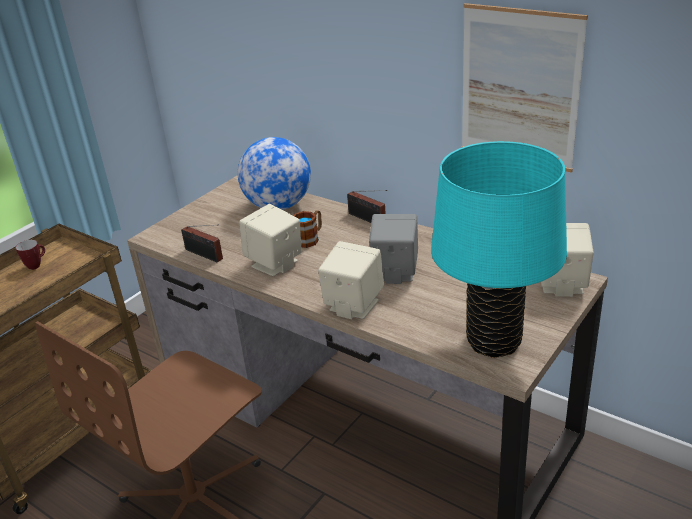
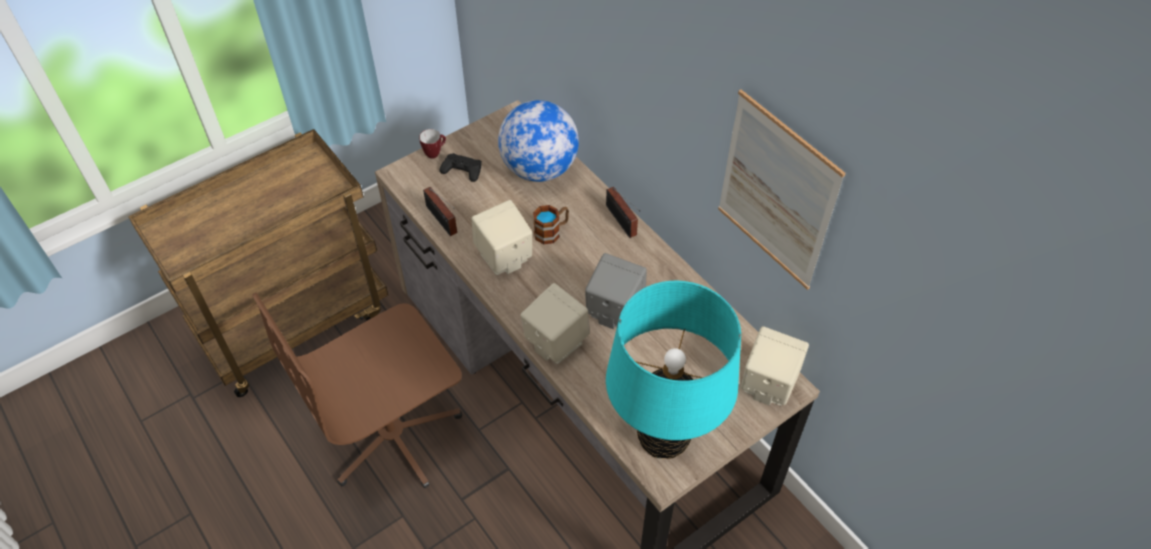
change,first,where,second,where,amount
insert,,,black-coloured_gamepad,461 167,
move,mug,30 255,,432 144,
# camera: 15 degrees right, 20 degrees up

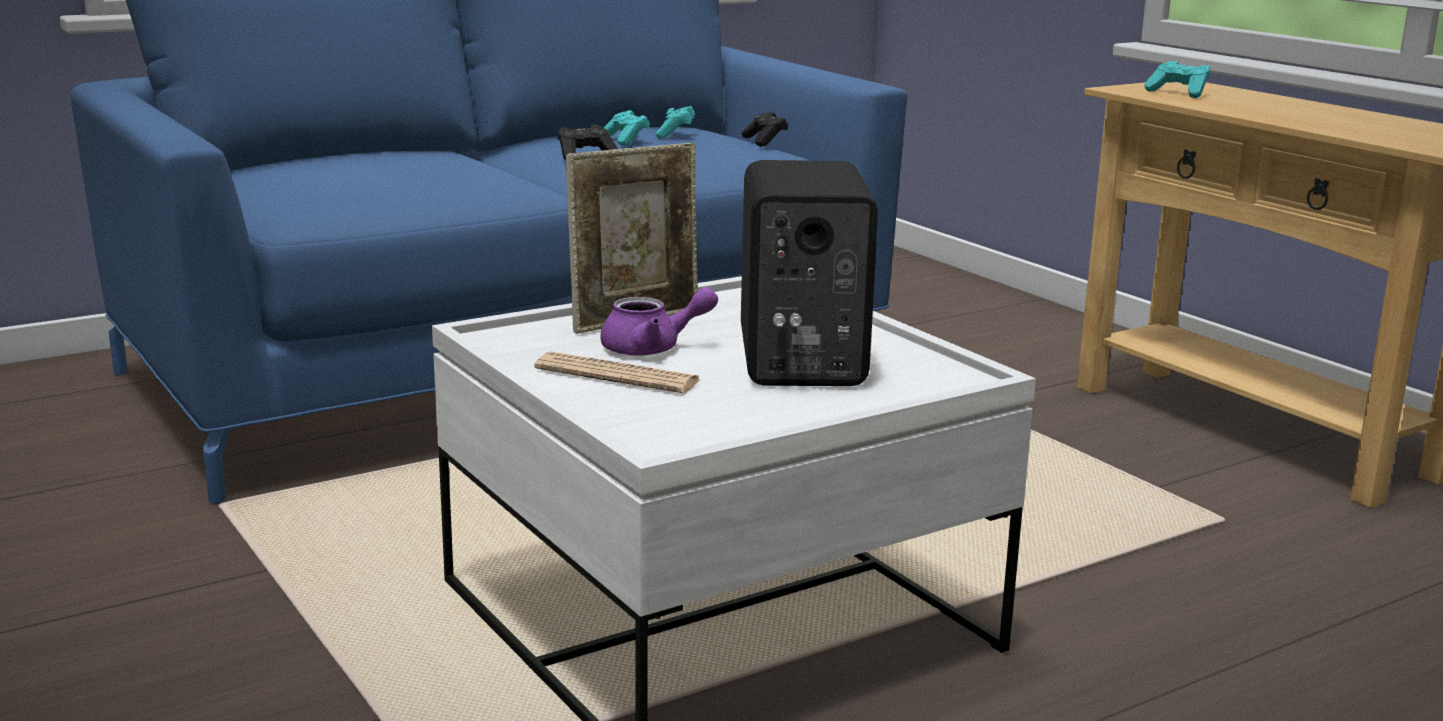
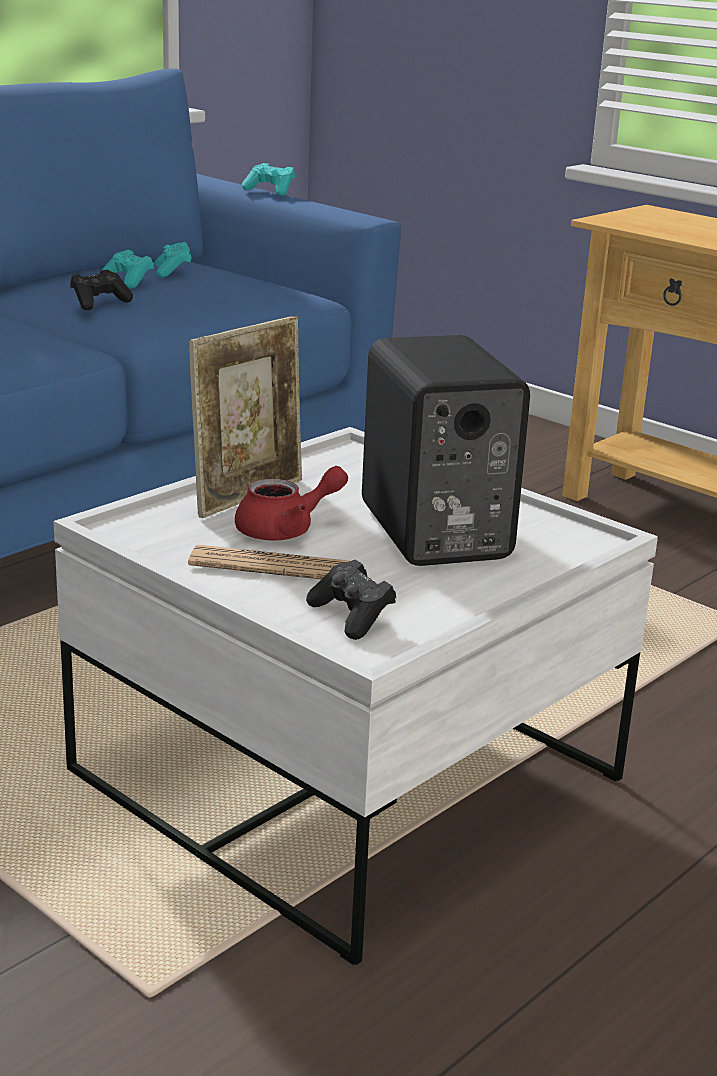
change,first,where,second,where,amount
move,black-coloured_gamepad,765 129,,351 600,
move,blue-green_gamepad,1177 79,,268 179,
recolor,purplish_tea_pot,659 321,reddish_tea_pot,291 503,
# camera: 15 degrees left, 5 degrees up

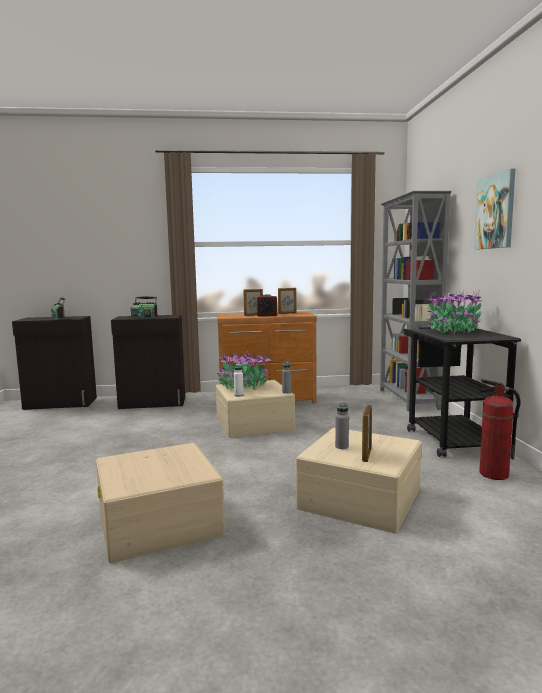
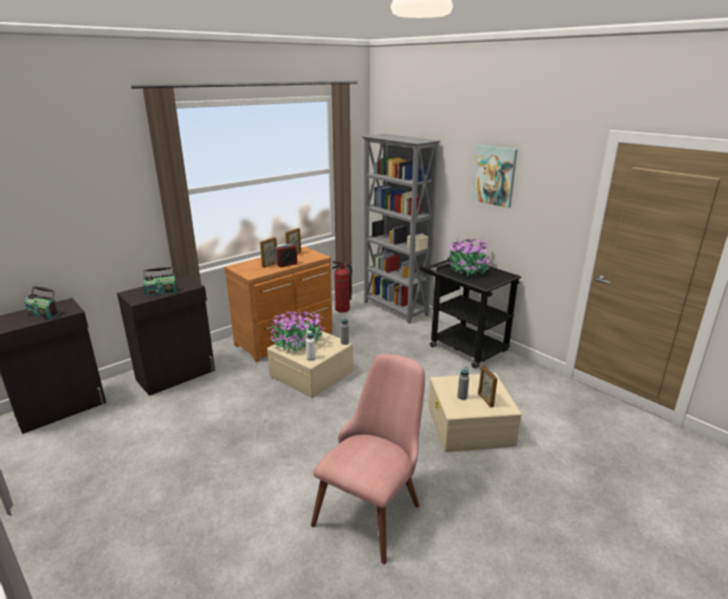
change,first,where,second,where,amount
move,extinguisher,499 429,,342 287,
replace,beige-coloured_storage_box,160 503,pinkish_chair,368 459,
# camera: 35 degrees left, 15 degrees up

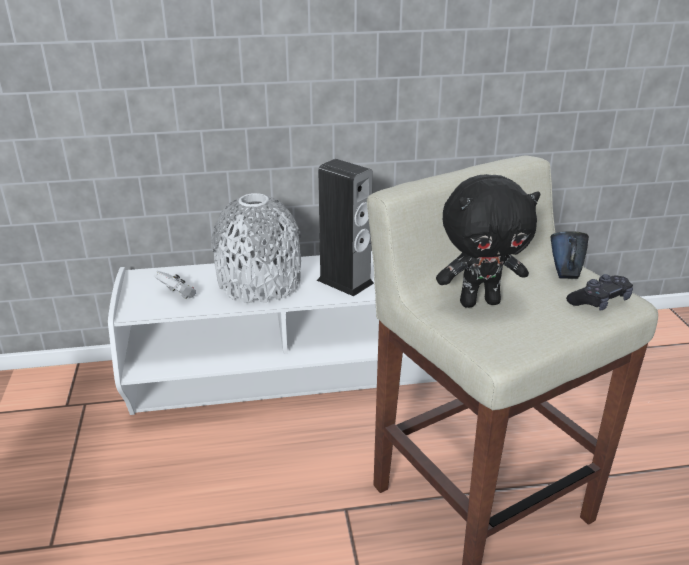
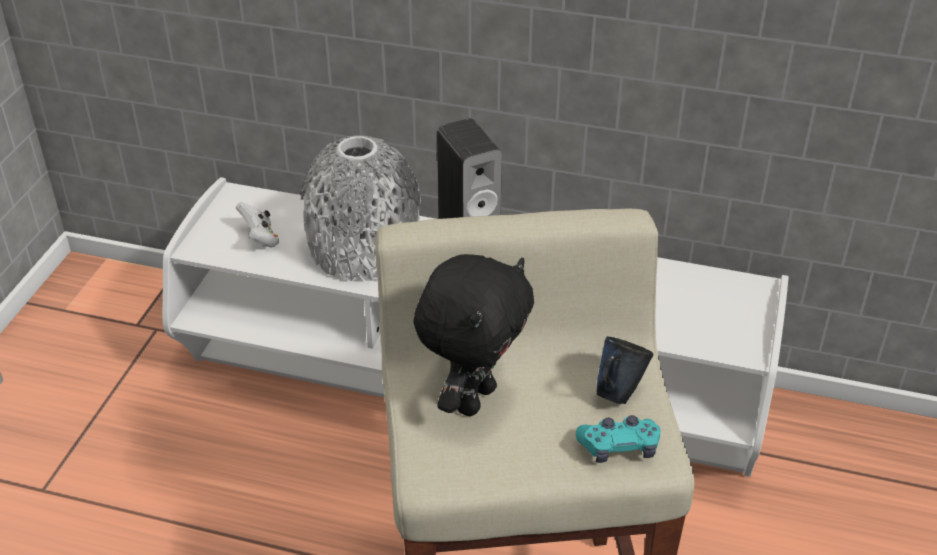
change,first,where,second,where,amount
recolor,black-coloured_gamepad,599 292,blue-green_gamepad,618 439,
rotate,black-coloured_cuddly_toy,488 241,,473 335,75 degrees counterclockwise
# camera: 25 degrees right, 10 degrees up

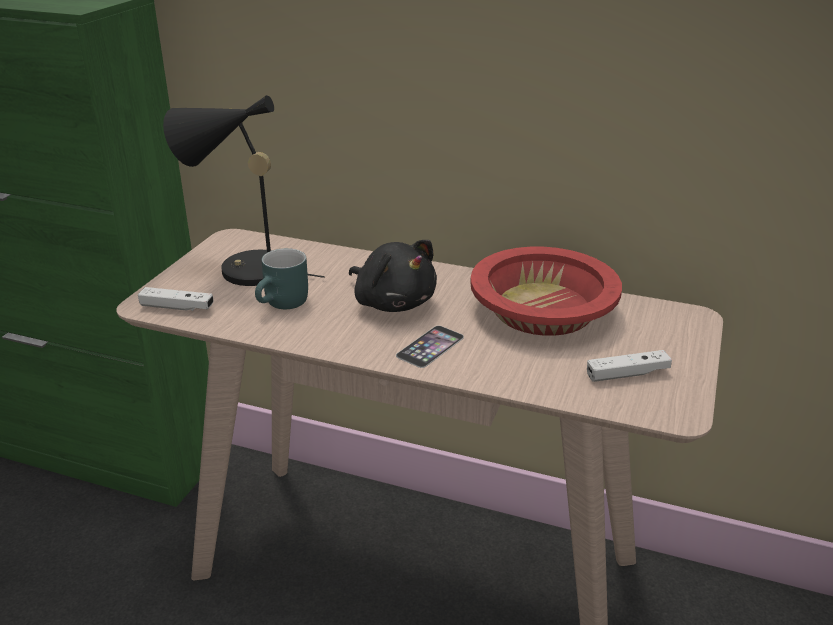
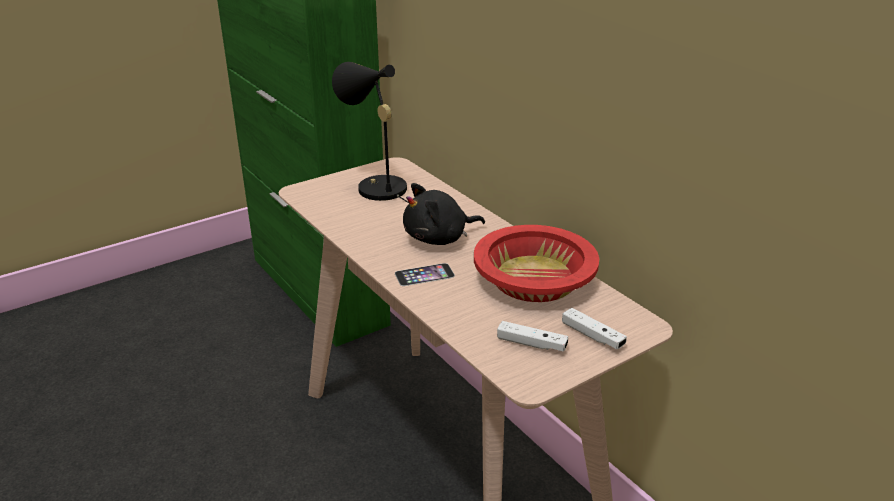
change,first,where,second,where,amount
delete,blue-green_mug,281 278,,,
move,whitish_gamepad,176 299,,594 328,
rotate,black-coloured_cuddly_toy,393 276,,444 214,75 degrees clockwise
# camera: 35 degrees right, 0 degrees up

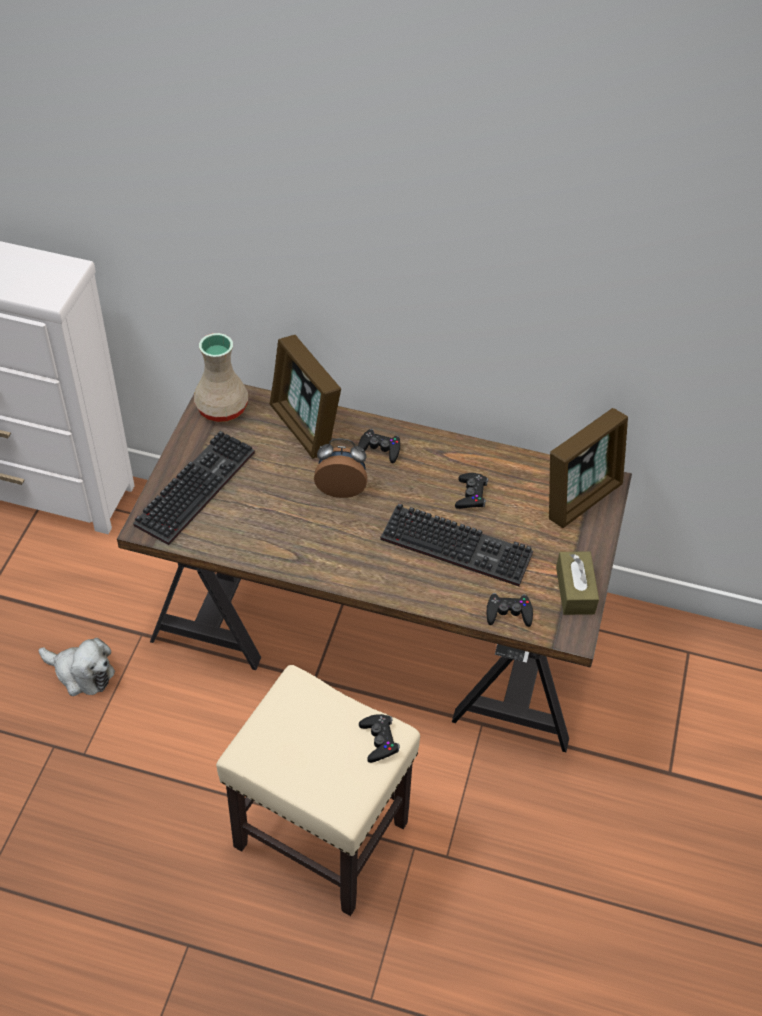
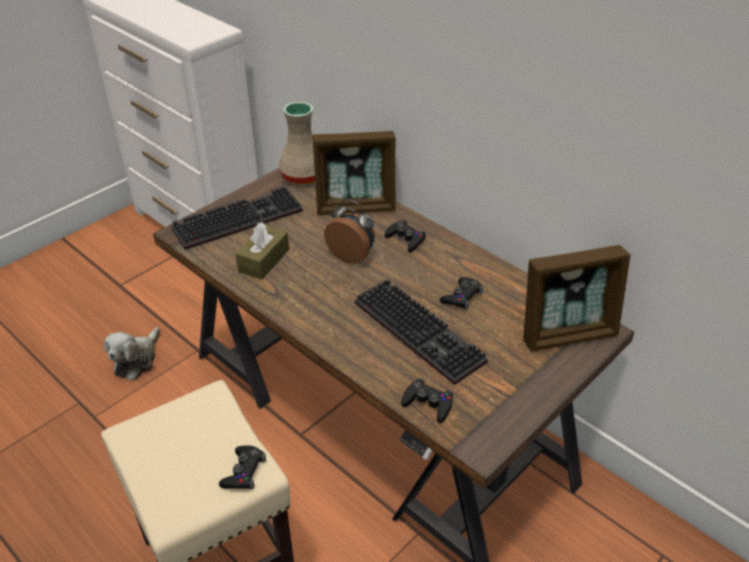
change,first,where,second,where,amount
move,brownish_tissue_box,577 583,,262 251,
rotate,cuddly_toy,77 667,,132 354,60 degrees clockwise
rotate,standing_frame,305 397,,354 173,90 degrees counterclockwise
# camera: 30 degrees right, 10 degrees down

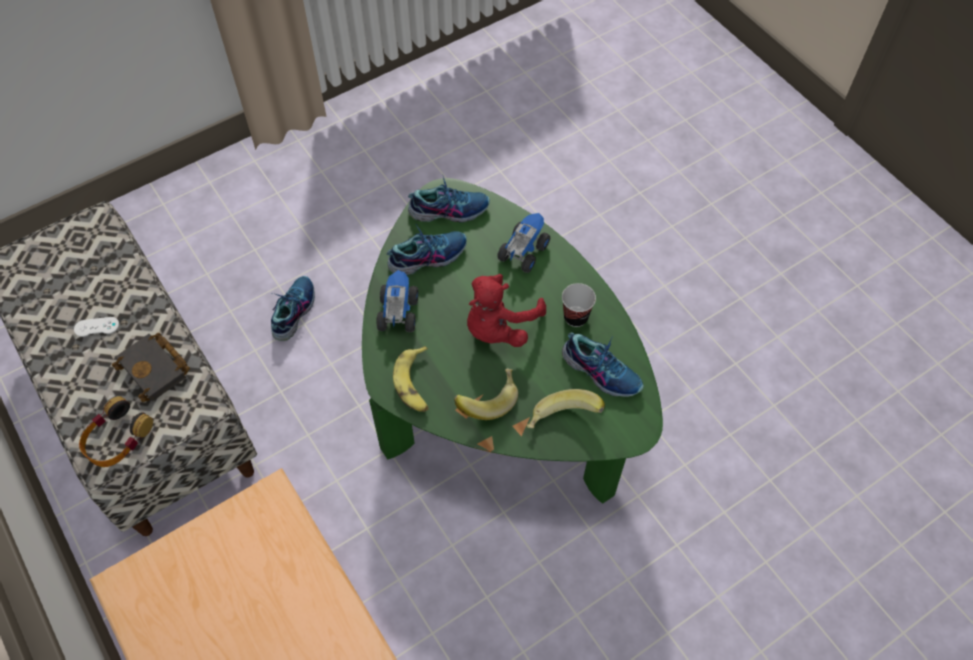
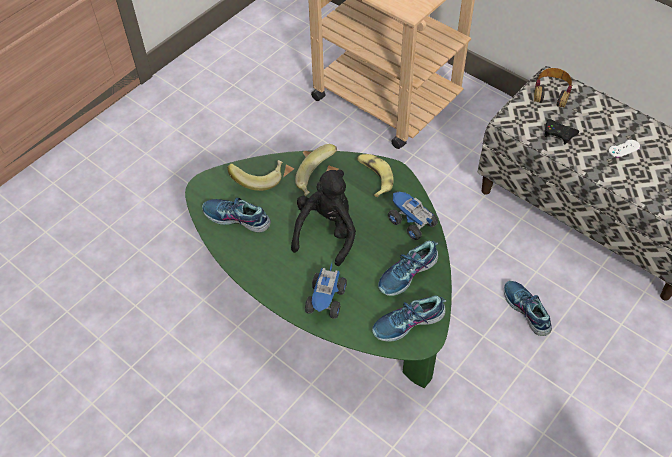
change,first,where,second,where,amount
delete,drinking_cup,579 305,,,
replace,black-coloured_volume,151 367,black-coloured_gamepad,562 131,
recolor,reddish_cuddly_toy,506 310,black-coloured_cuddly_toy,323 218,
rotate,shoe,293 308,,528 308,150 degrees clockwise
rotate,model_truck,397 301,,413 216,150 degrees clockwise
# camera: 165 degrees right, 5 degrees down

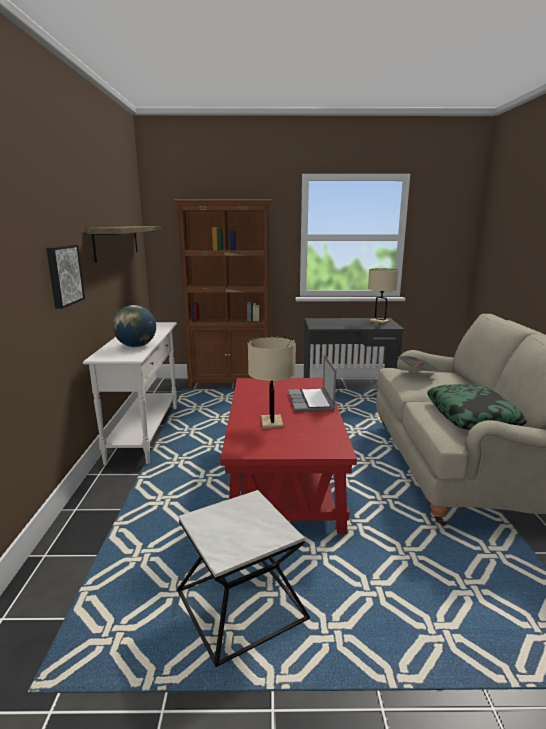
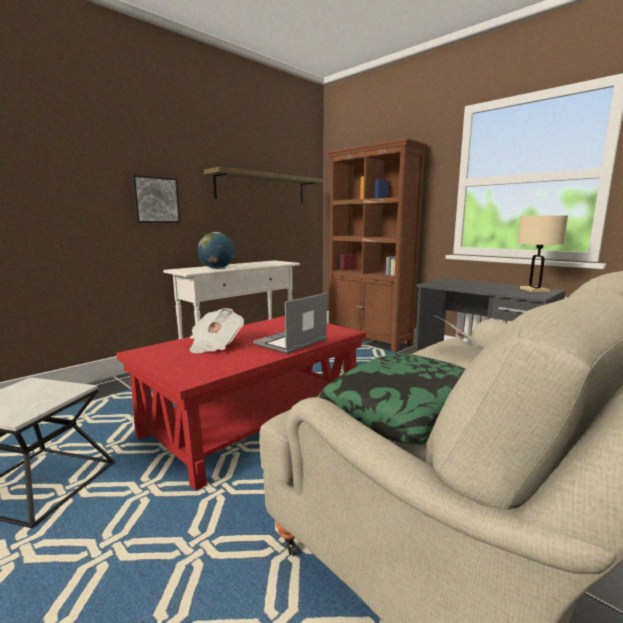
change,first,where,second,where,amount
replace,beige-coloured_lamp_for_a_table,272 383,newspaper,216 330,
# camera: 45 degrees right, 5 degrees down

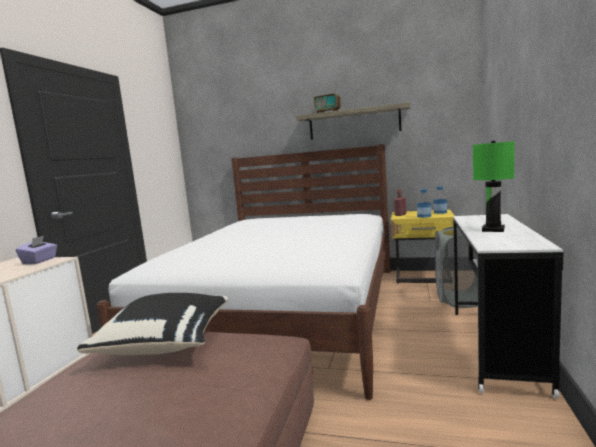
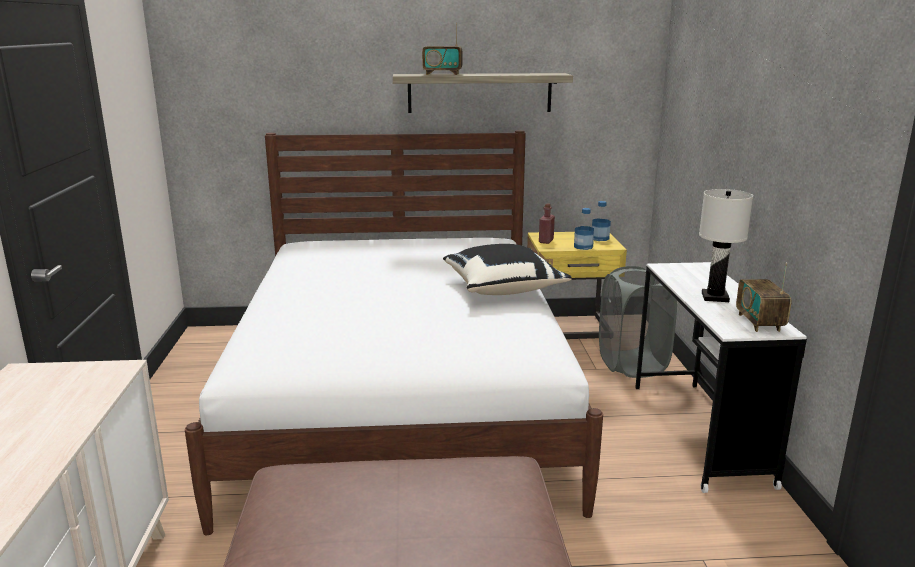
change,first,where,second,where,amount
delete,purplish_tissue_box,36 250,,,
insert,,,radio_set,763 297,
move,black-coloured_throw_pillow,152 324,,507 269,
recolor,green-coloured_lamp_for_a_table,494 186,whitish_lamp_for_a_table,726 245,
# camera: 20 degrees left, 10 degrees up

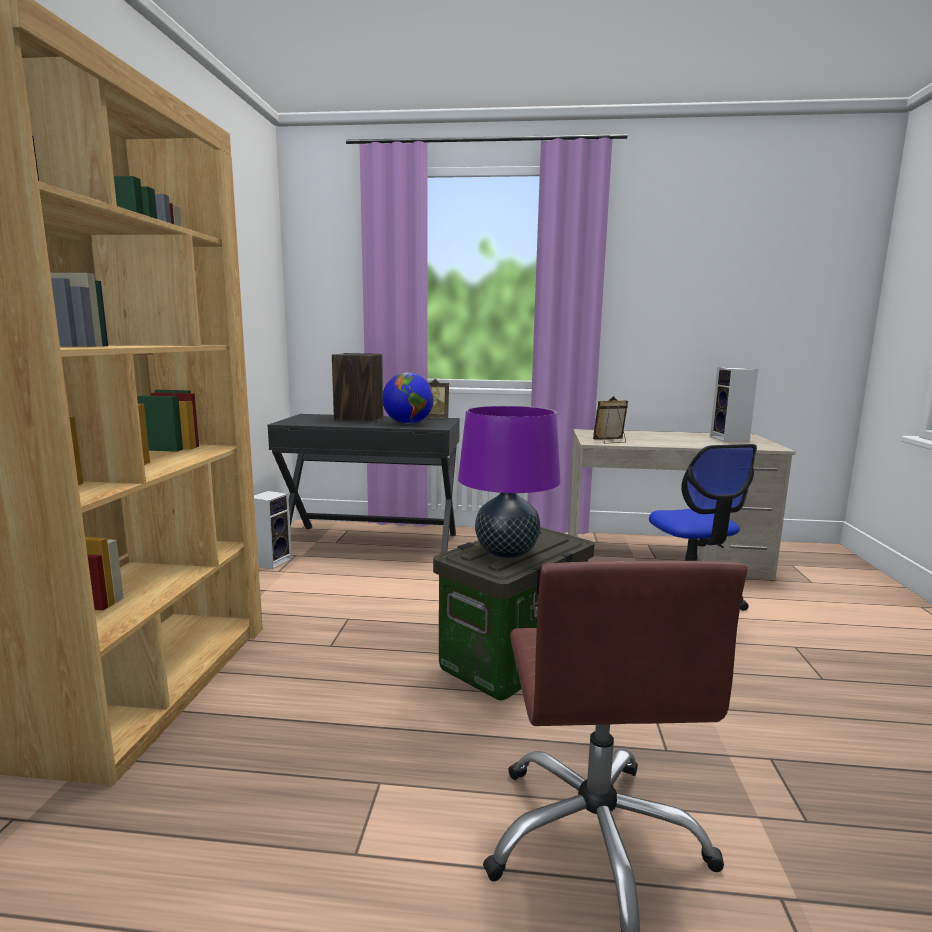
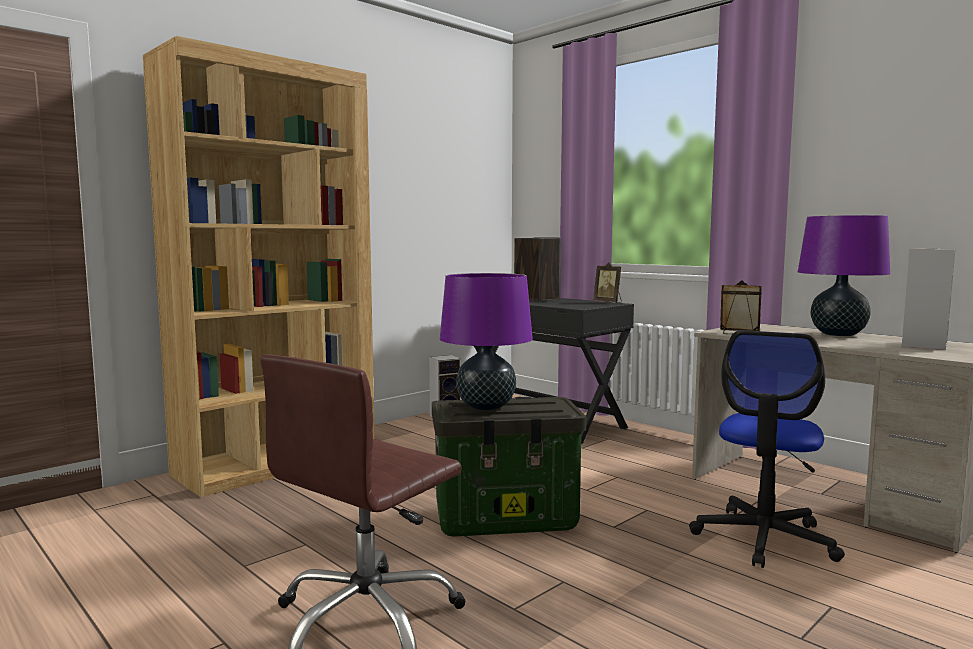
change,first,where,second,where,amount
delete,world_globe,408 398,,,
insert,,,purplish_lamp_for_a_table,844 275,
# camera: 40 degrees right, 5 degrees down

